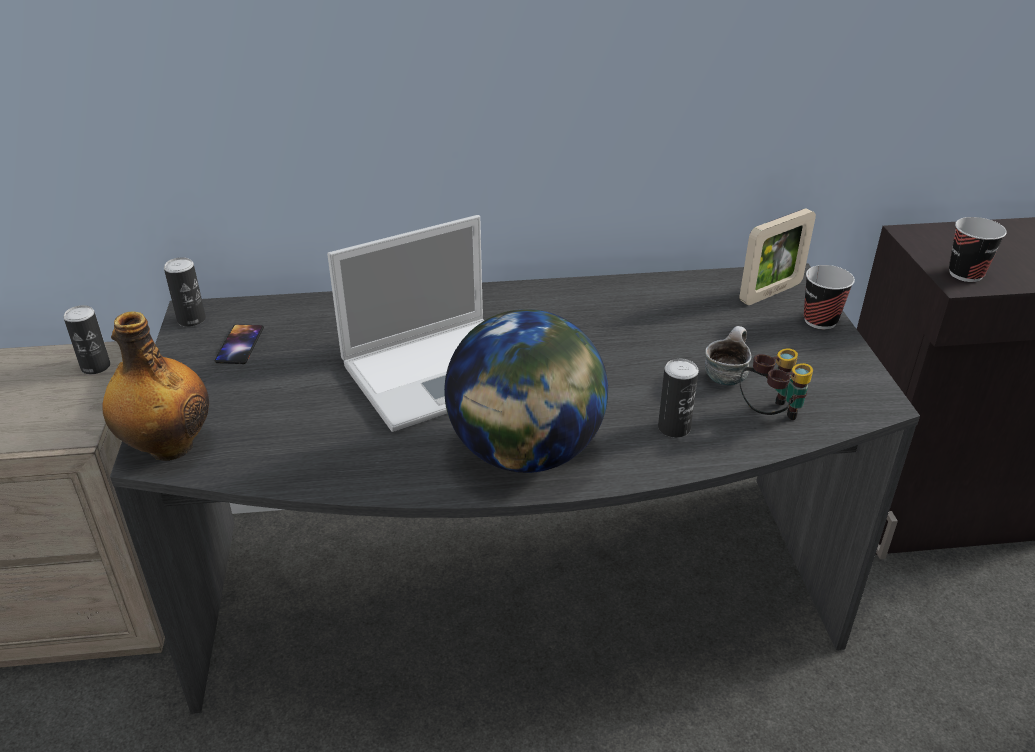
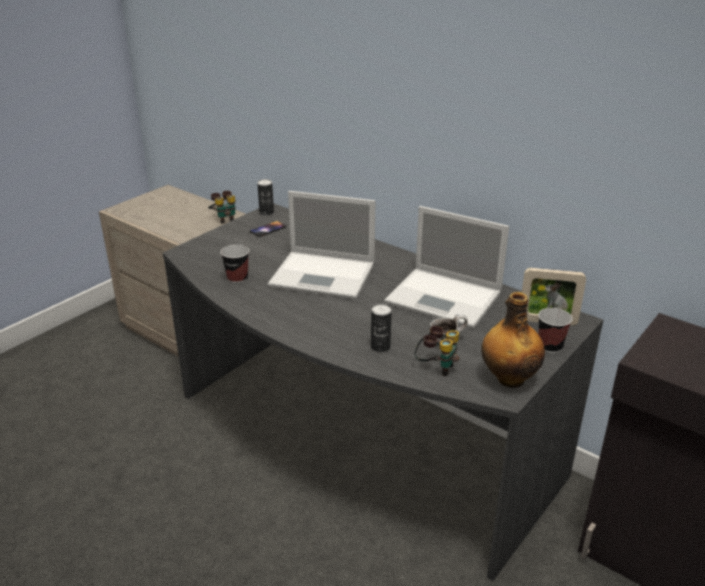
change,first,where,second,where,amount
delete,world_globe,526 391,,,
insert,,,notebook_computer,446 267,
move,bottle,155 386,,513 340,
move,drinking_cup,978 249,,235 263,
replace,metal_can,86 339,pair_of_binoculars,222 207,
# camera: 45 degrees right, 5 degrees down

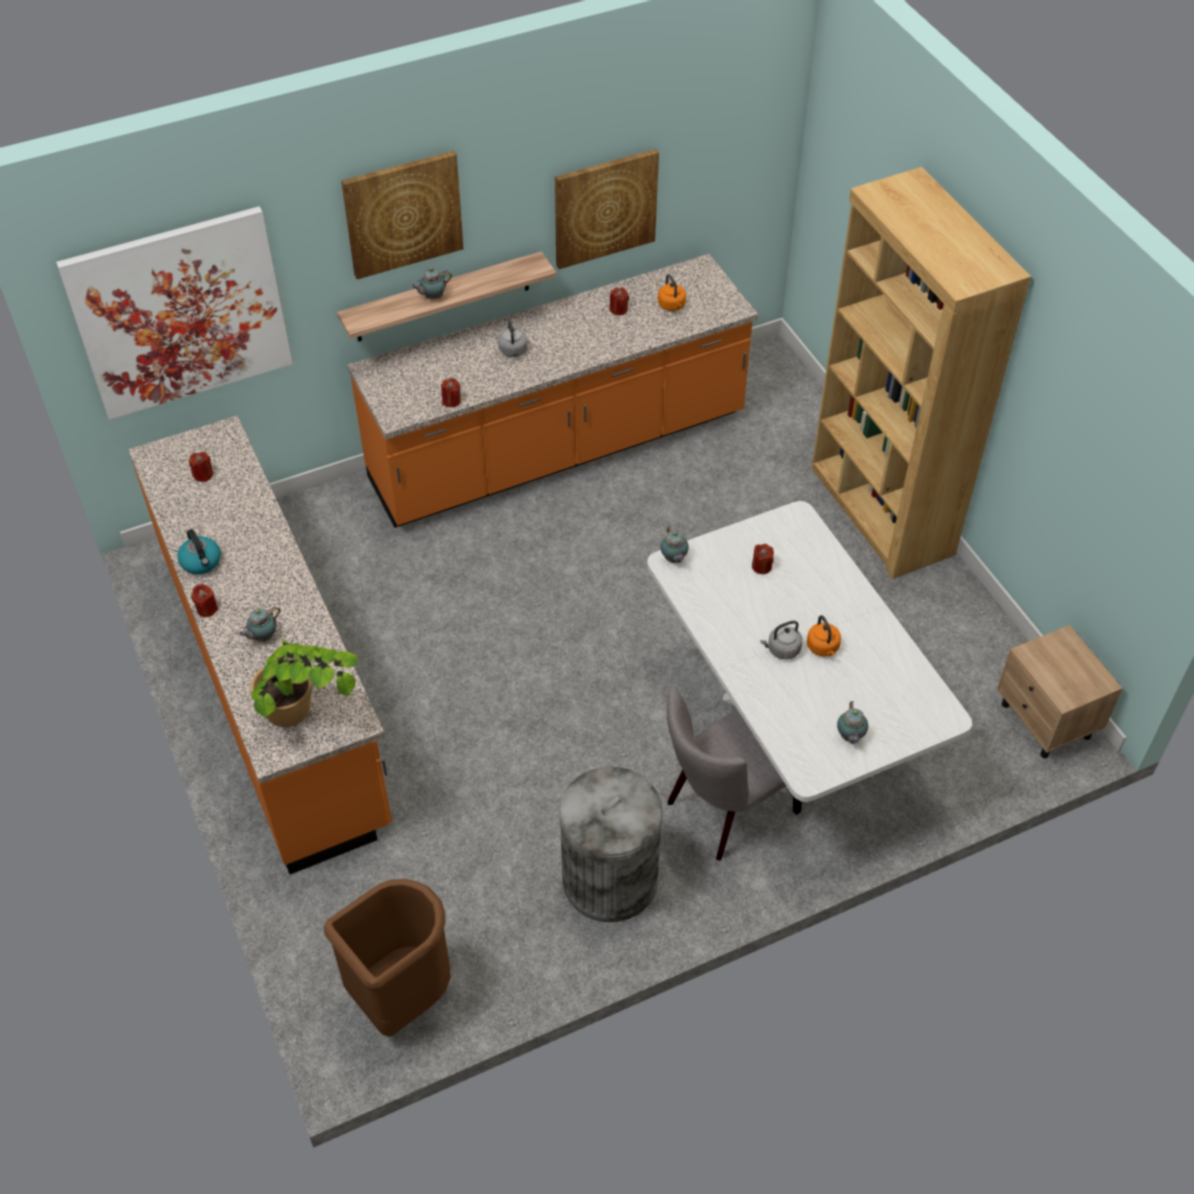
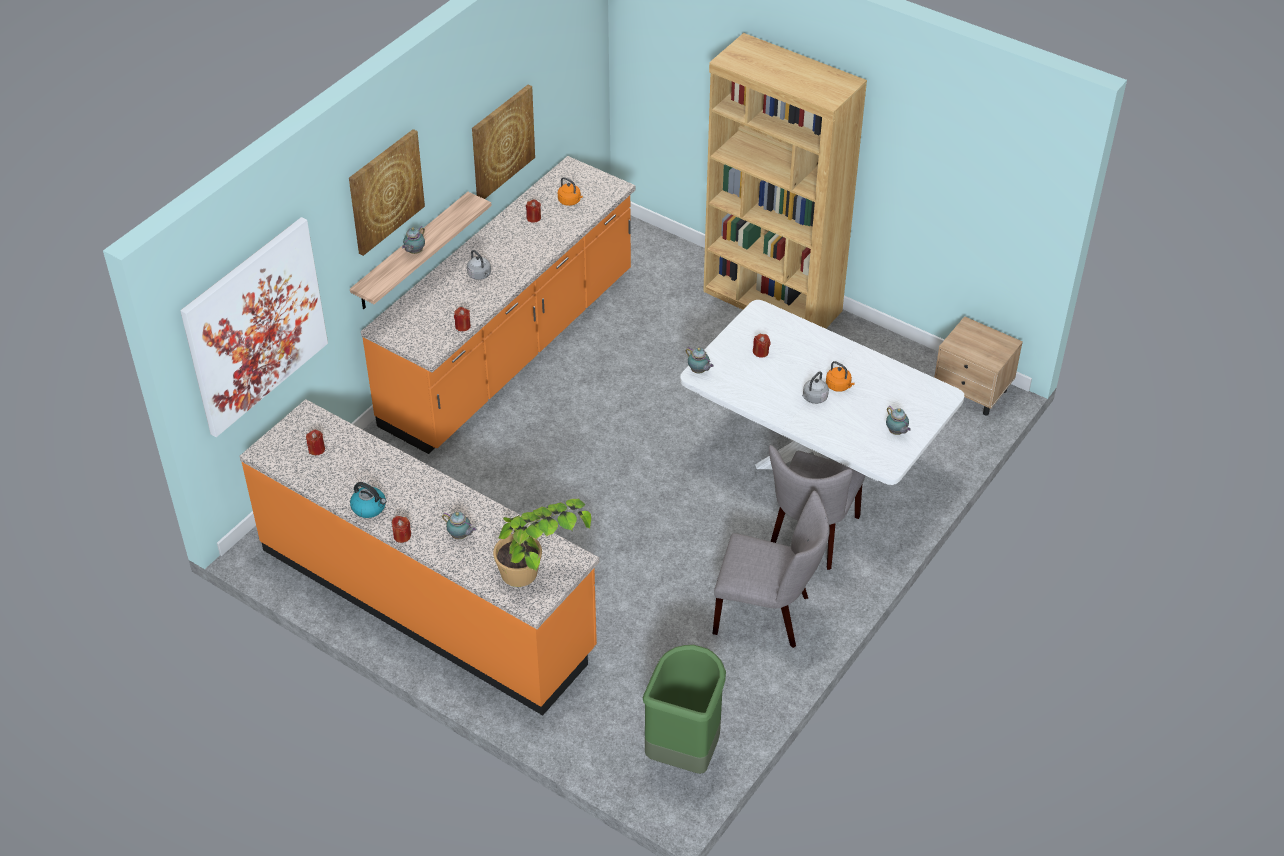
change,first,where,second,where,amount
replace,grey_waste_bin,611 844,grey_chair,771 569,
recolor,brownish_waste_bin,387 958,green-coloured_waste_bin,684 709,
rotate,tea_pot,259 624,,459 525,75 degrees counterclockwise
# camera: 30 degrees left, 5 degrees down

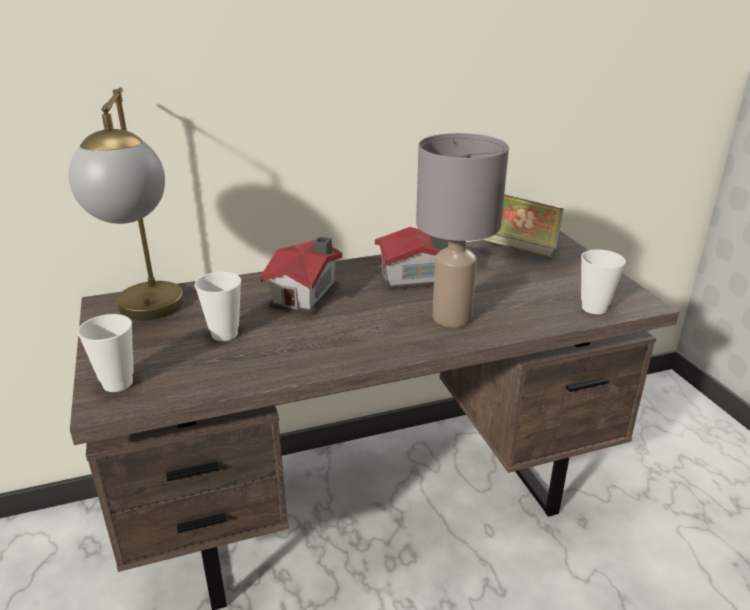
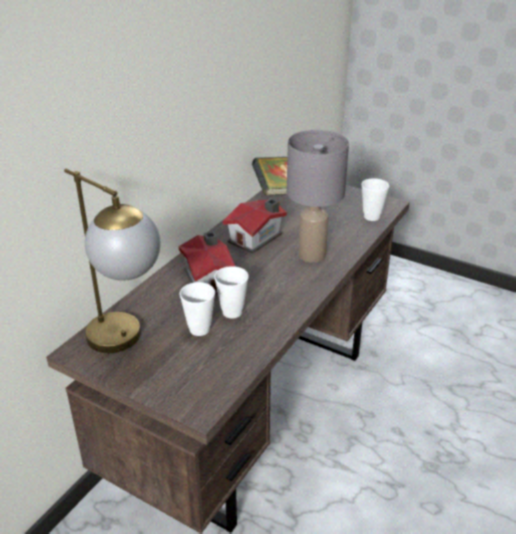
change,first,where,second,where,amount
move,drinking_cup,105 353,,231 292,
# camera: 40 degrees left, 5 degrees up

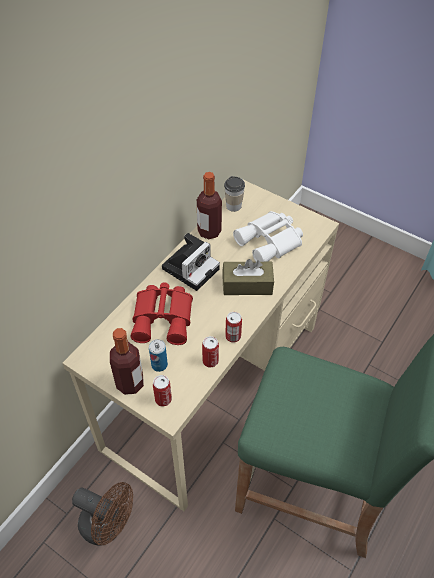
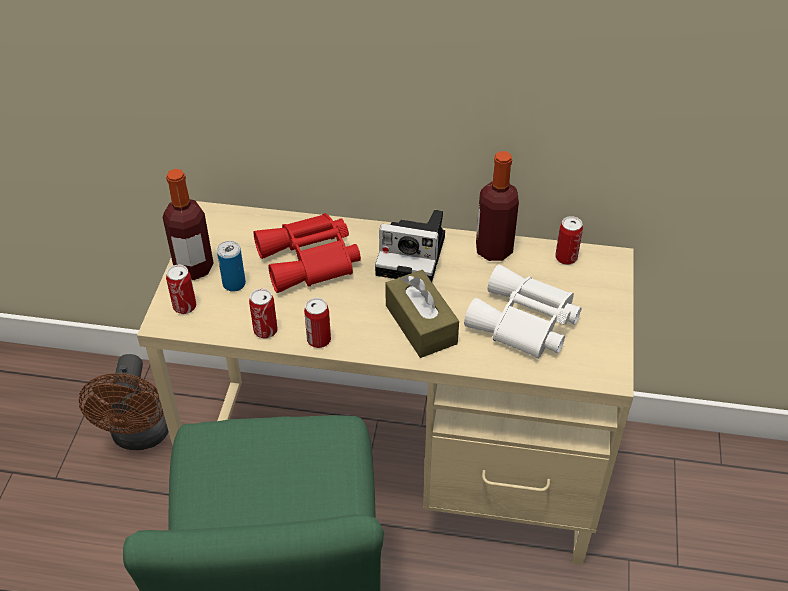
change,first,where,second,where,amount
replace,drinking_cup,234 194,metal_can,569 240,
# camera: 65 degrees right, 5 degrees down

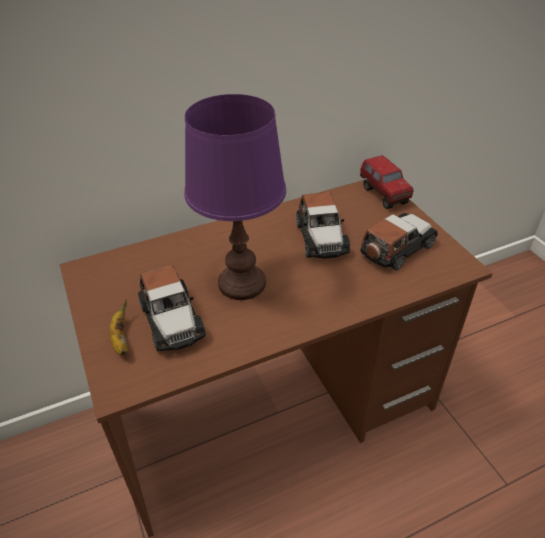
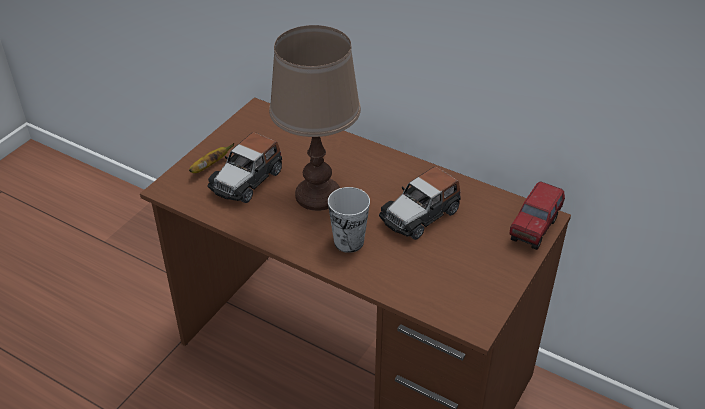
change,first,where,second,where,amount
delete,model_car,399 242,,,
insert,,,drinking_cup,349 220,
recolor,purplish_lamp_for_a_table,235 197,brownish_lamp_for_a_table,315 118,
# camera: 55 degrees right, 0 degrees up

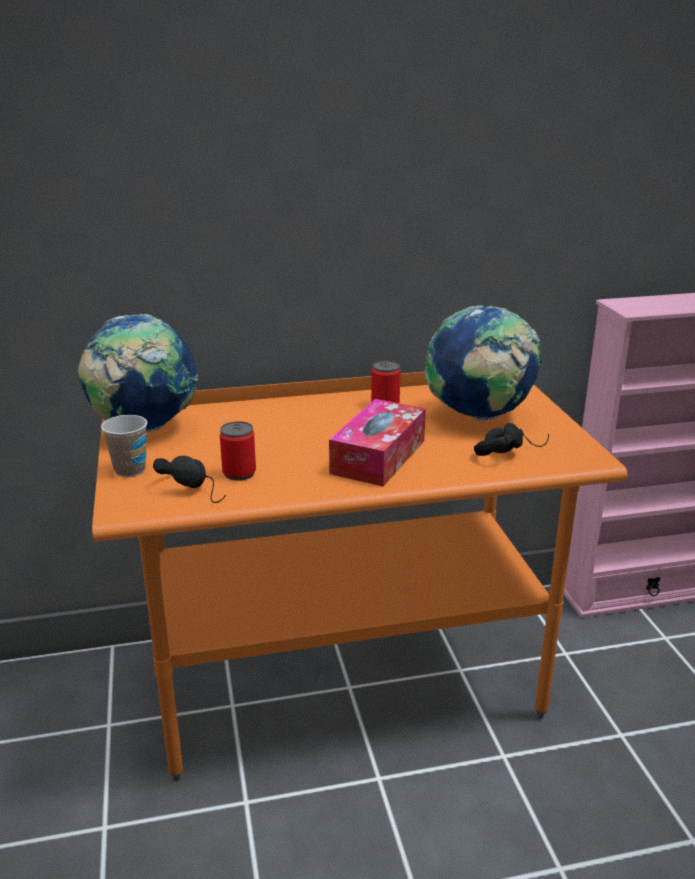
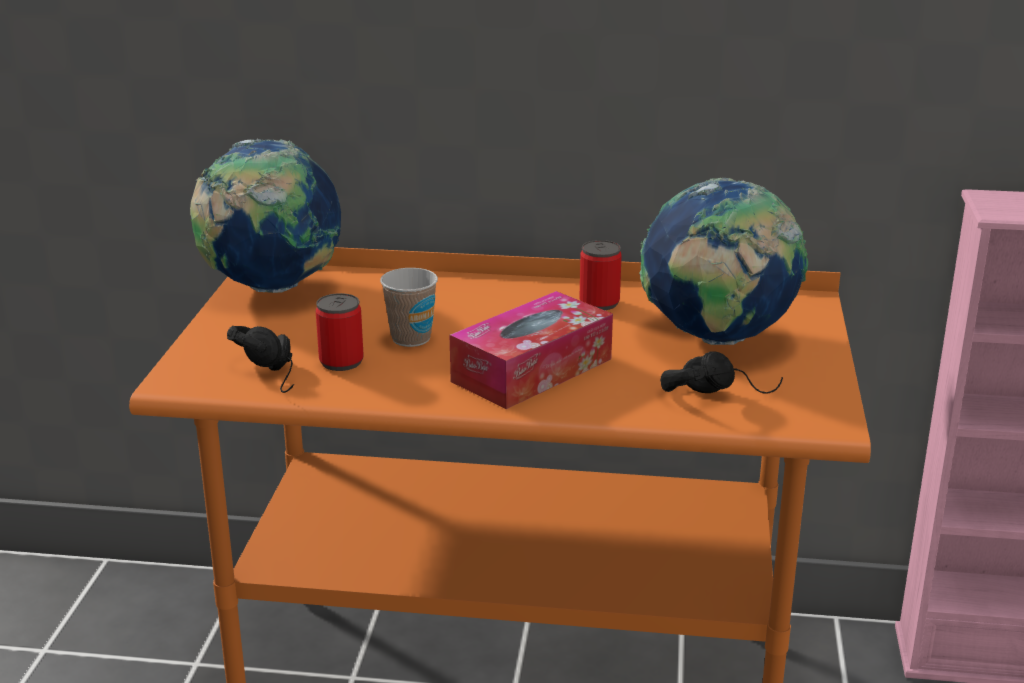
change,first,where,second,where,amount
move,drinking_cup,124 446,,409 307,
# camera: 20 degrees right, 0 degrees up

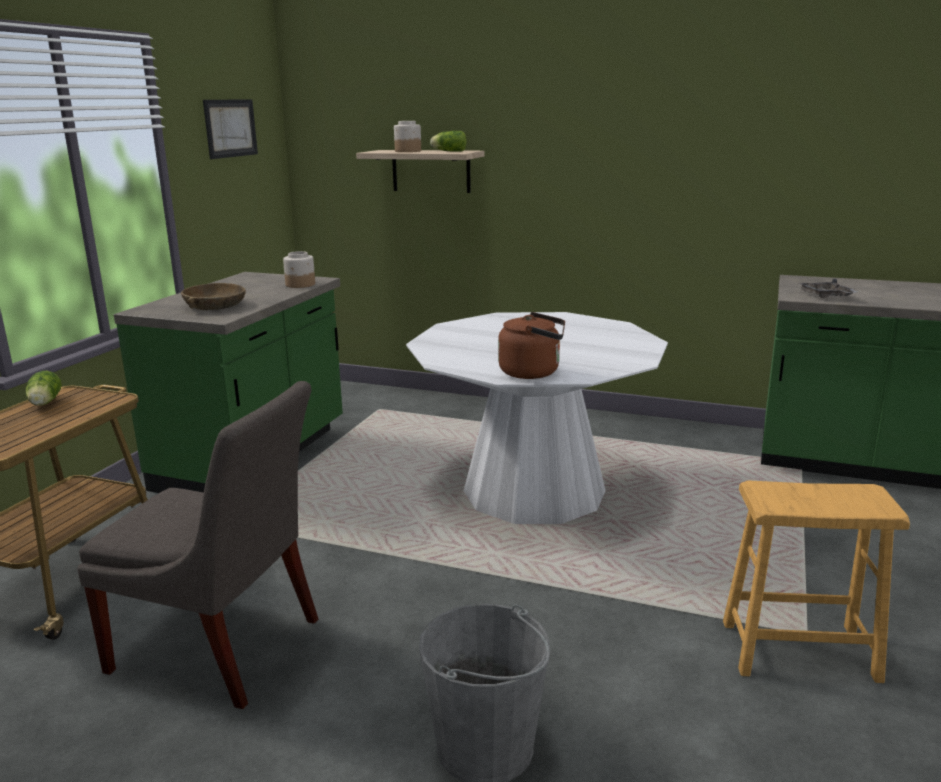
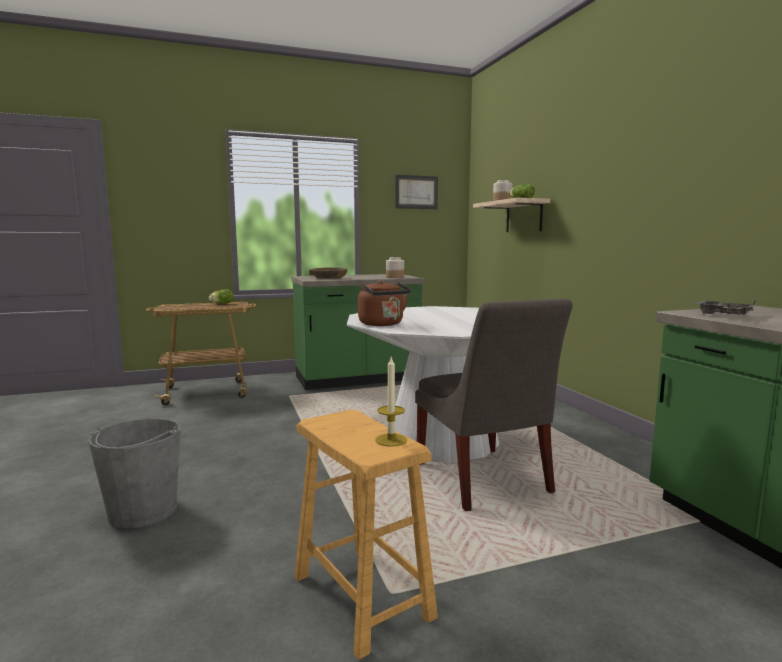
change,first,where,second,where,amount
insert,,,wax_light,391 402,
move,grey_chair,197 545,,494 404,
# camera: 50 degrees right, 10 degrees down

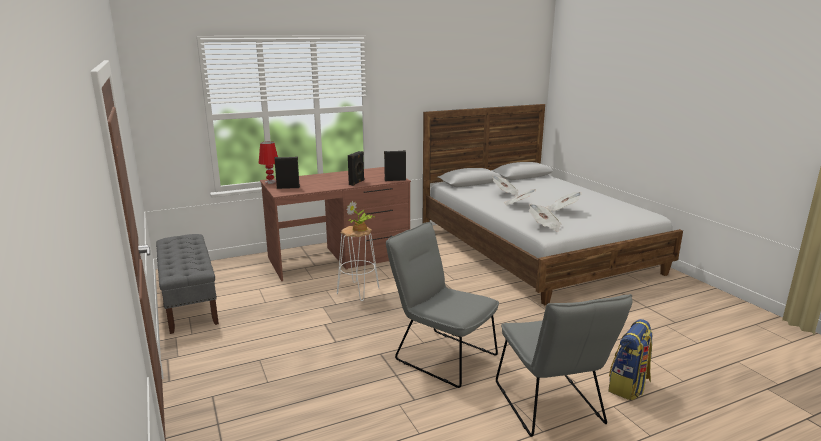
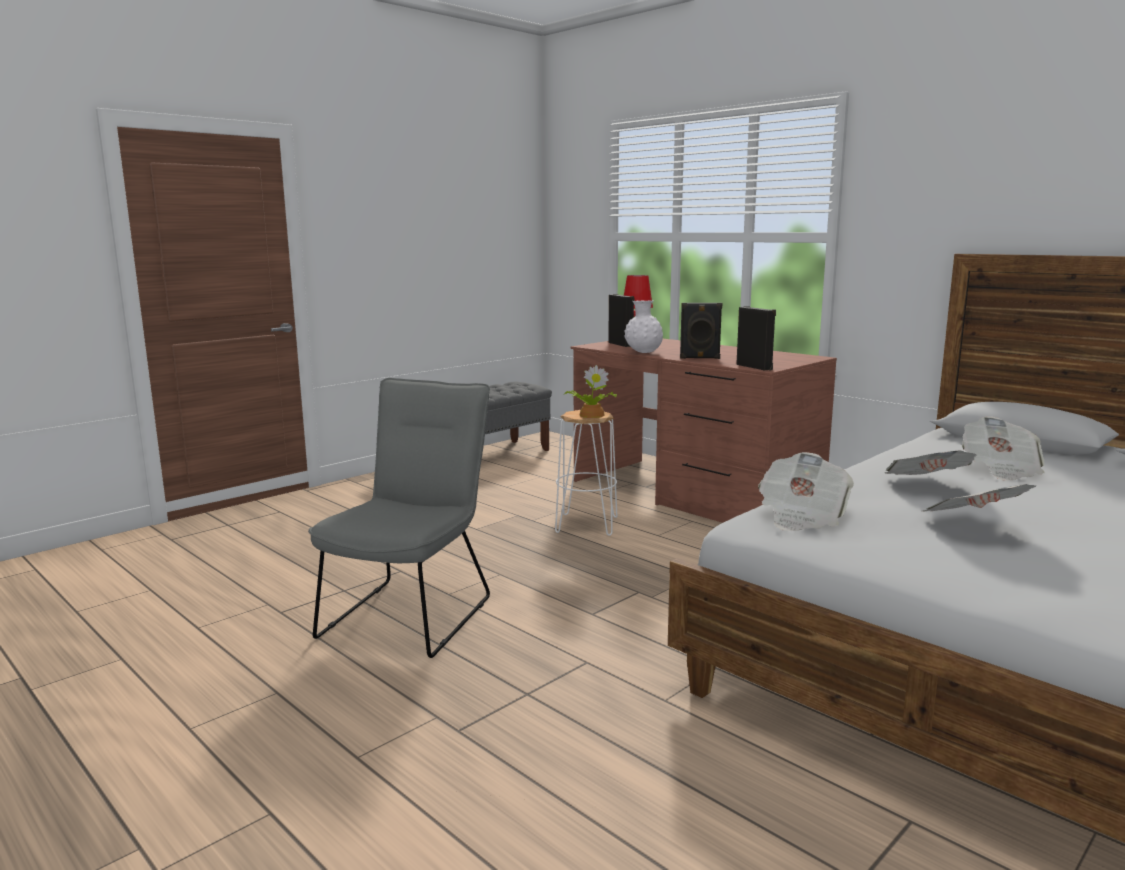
change,first,where,second,where,amount
delete,grey_chair,564 365,,,
delete,backpack,630 359,,,
insert,,,whitish_decorative_vase,644 326,
# camera: 70 degrees right, 5 degrees down

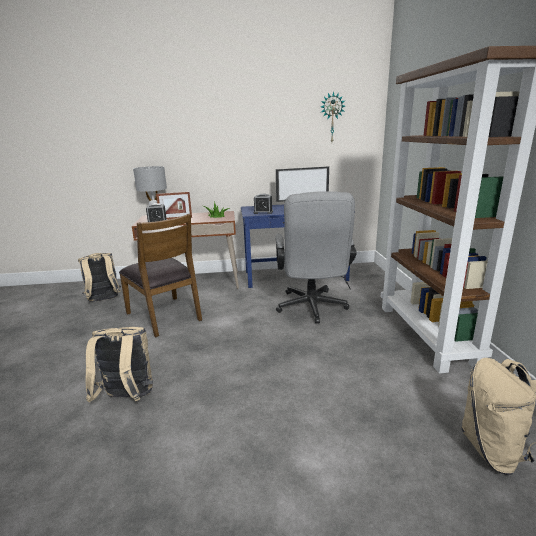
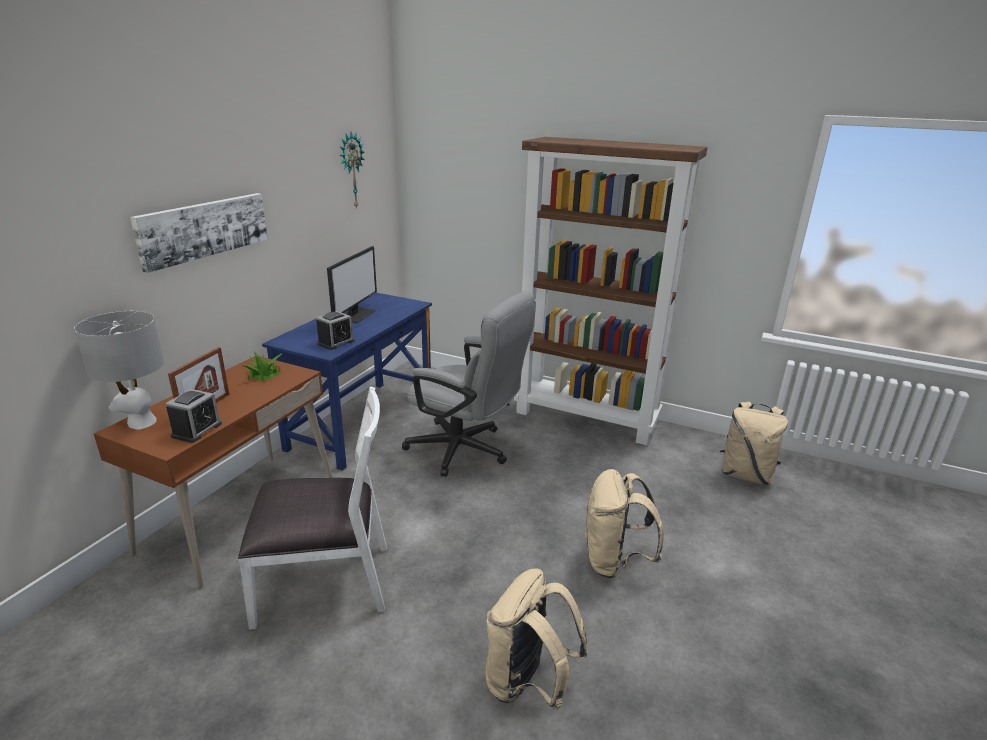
change,first,where,second,where,amount
insert,,,wall_picture,199 233,
move,beige-coloured_backpack,99 277,,624 523,
recolor,brownish_chair,160 275,whitish_chair,312 508,
# camera: 60 degrees left, 5 degrees up

